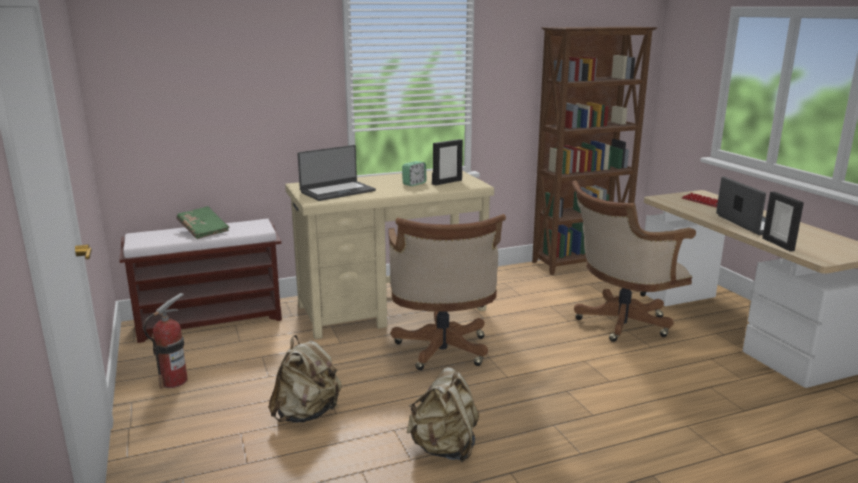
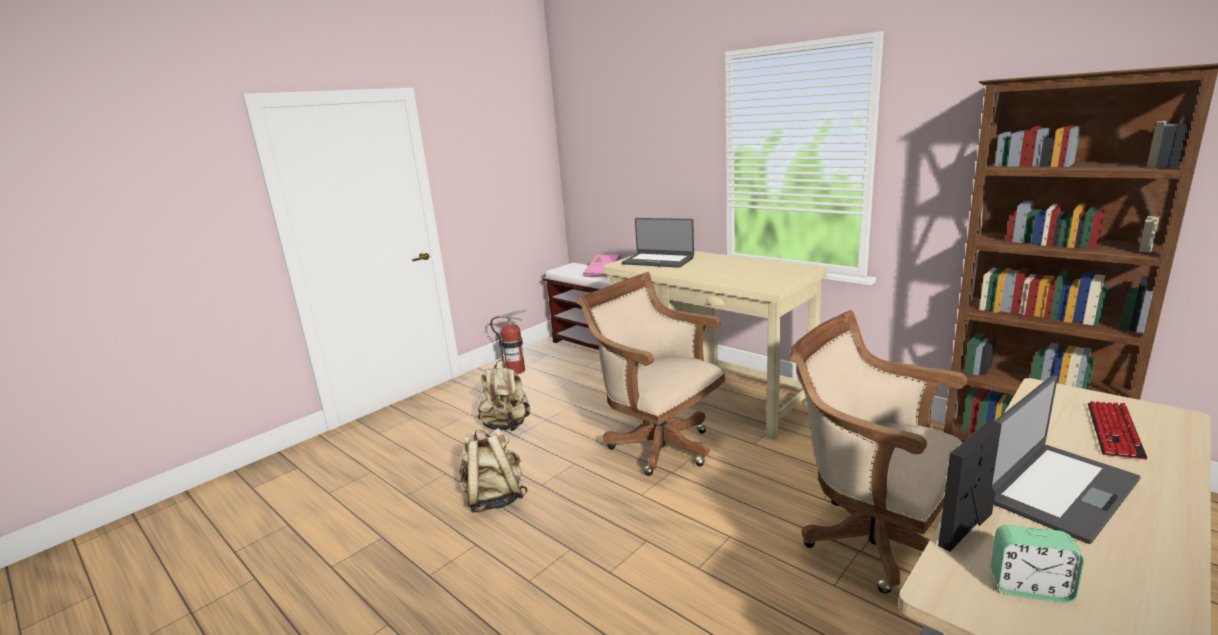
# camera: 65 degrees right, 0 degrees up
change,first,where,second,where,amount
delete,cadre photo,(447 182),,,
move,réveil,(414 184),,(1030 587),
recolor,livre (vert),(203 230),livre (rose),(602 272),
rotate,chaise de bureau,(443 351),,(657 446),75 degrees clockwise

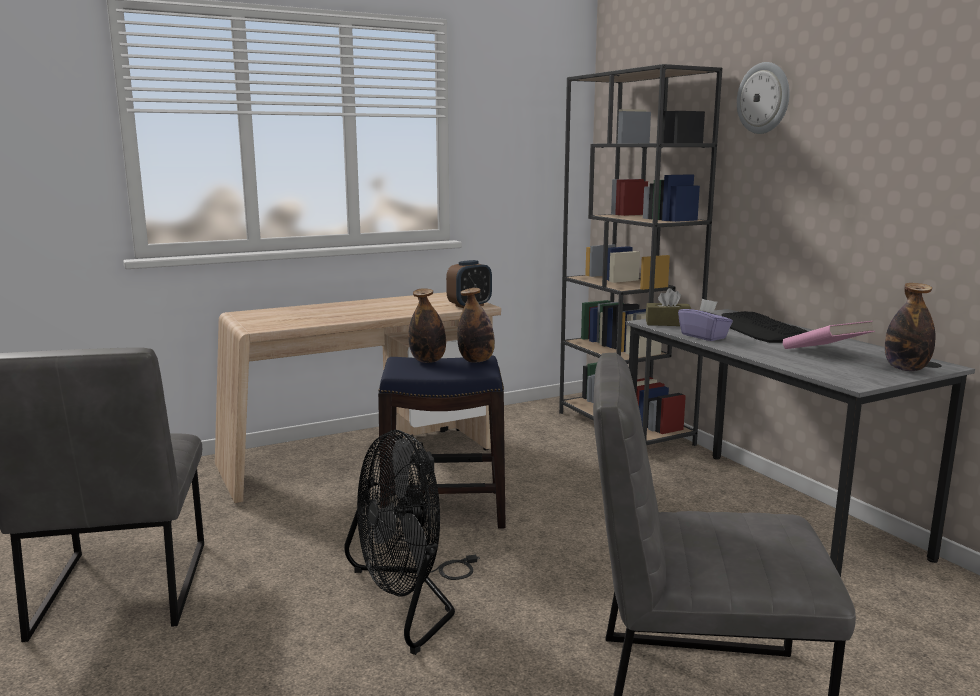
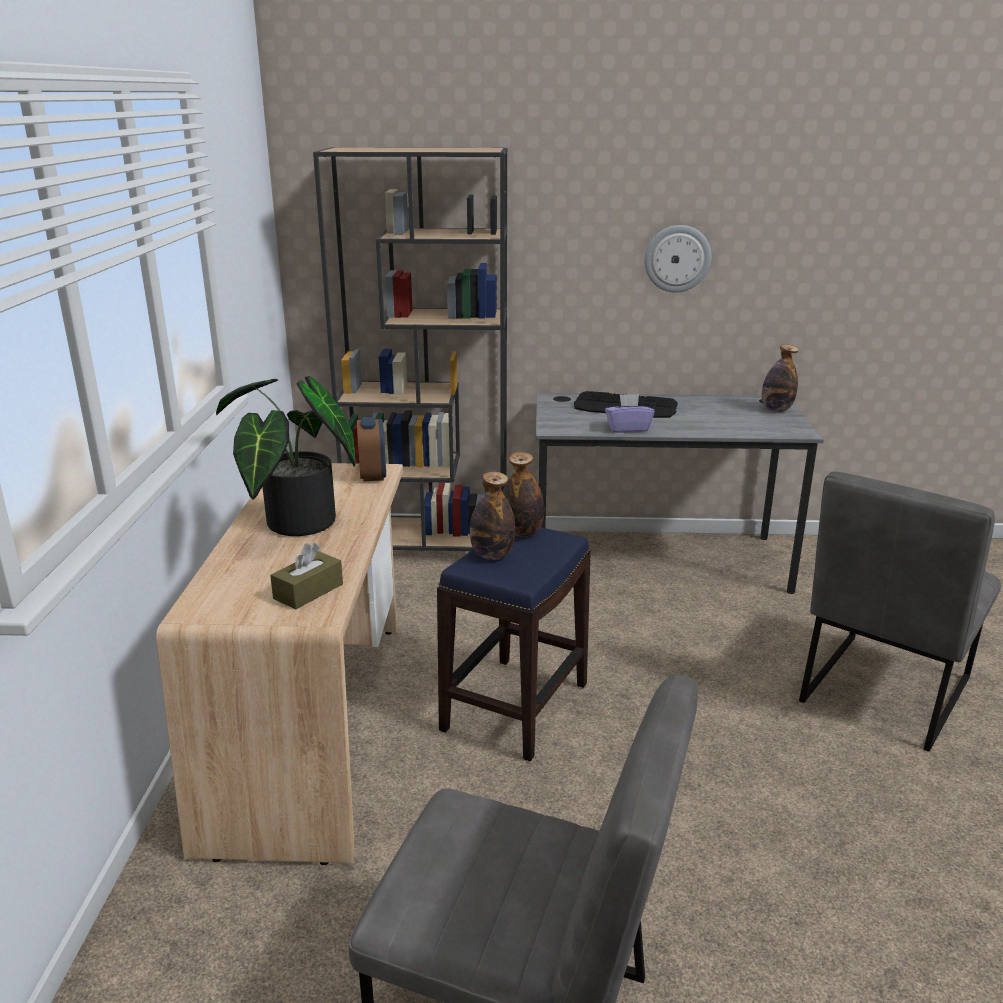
# camera: 60 degrees left, 10 degrees up
change,first,where,second,where,amount
delete,ventilateur (noir),(412 597),,,
delete,livre (rose),(825 353),,,
insert,,,plante en pot,(293 525),
move,boîte à mouchoirs (marron),(667 323),,(308 591),
move,horloge murale,(764 98),,(677 258),

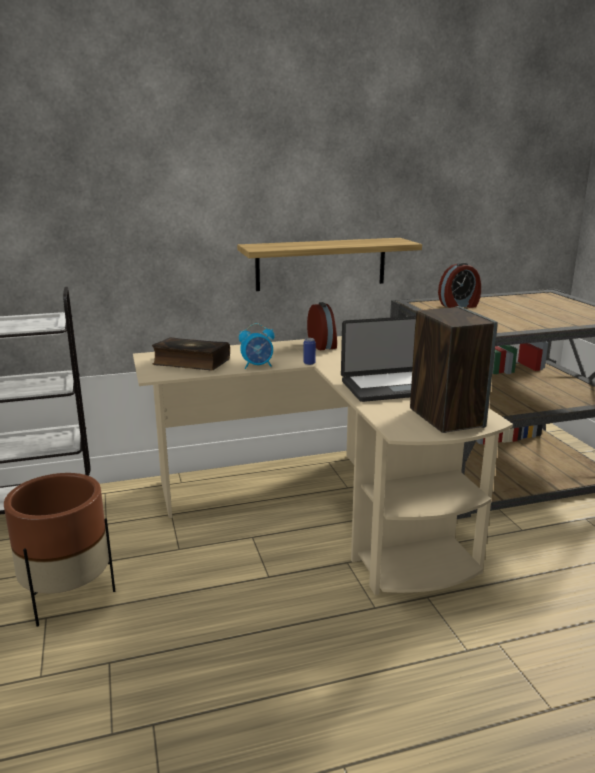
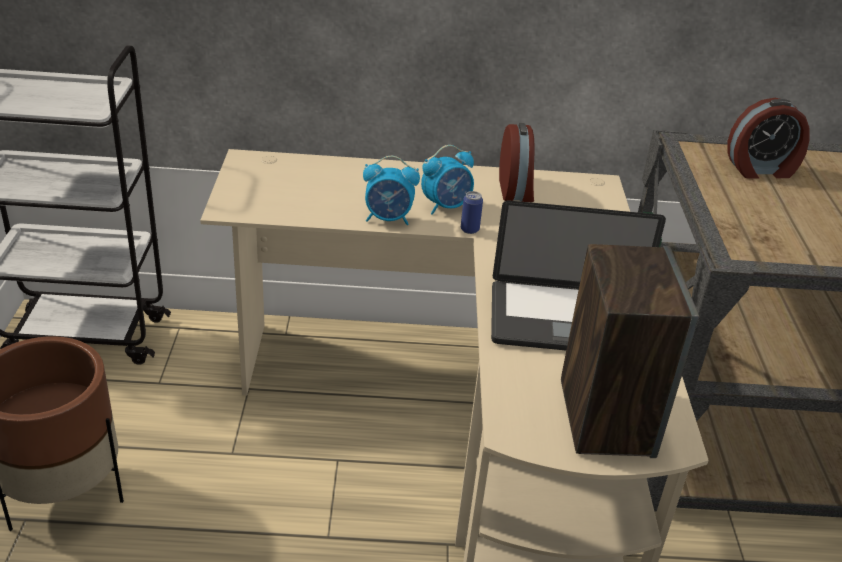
# camera: 15 degrees right, 15 degrees up
change,first,where,second,where,amount
delete,livre,(191 362),,,
delete,étagère,(321 264),,,
insert,,,réveil,(446 206),

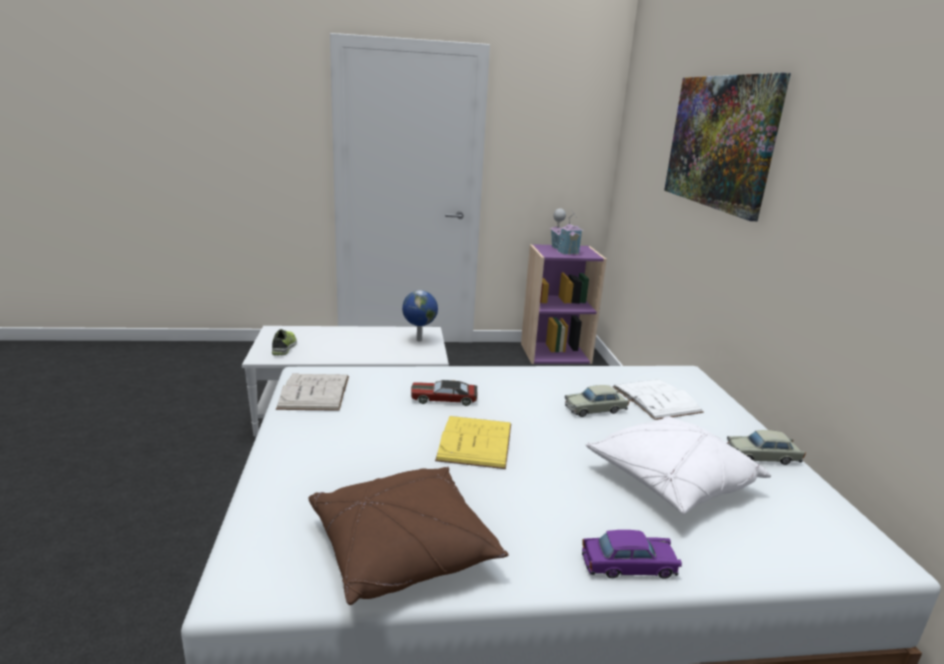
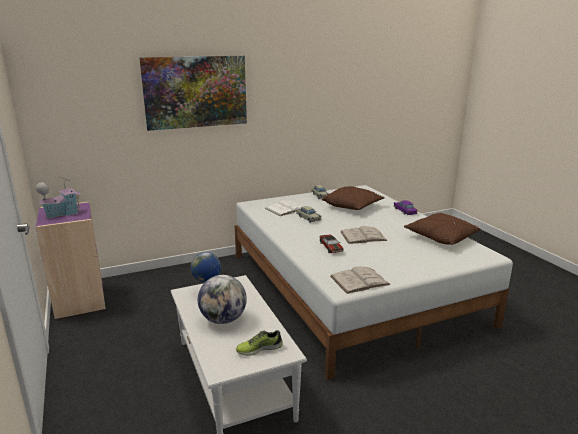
# camera: 105 degrees left, 0 degrees up
change,first,where,second,where,amount
insert,,,globe,(223 319),
recolor,livre (jaune),(475 441),livre (blanc),(363 236),
recolor,coussin (blanc),(670 481),coussin (marron),(352 207),

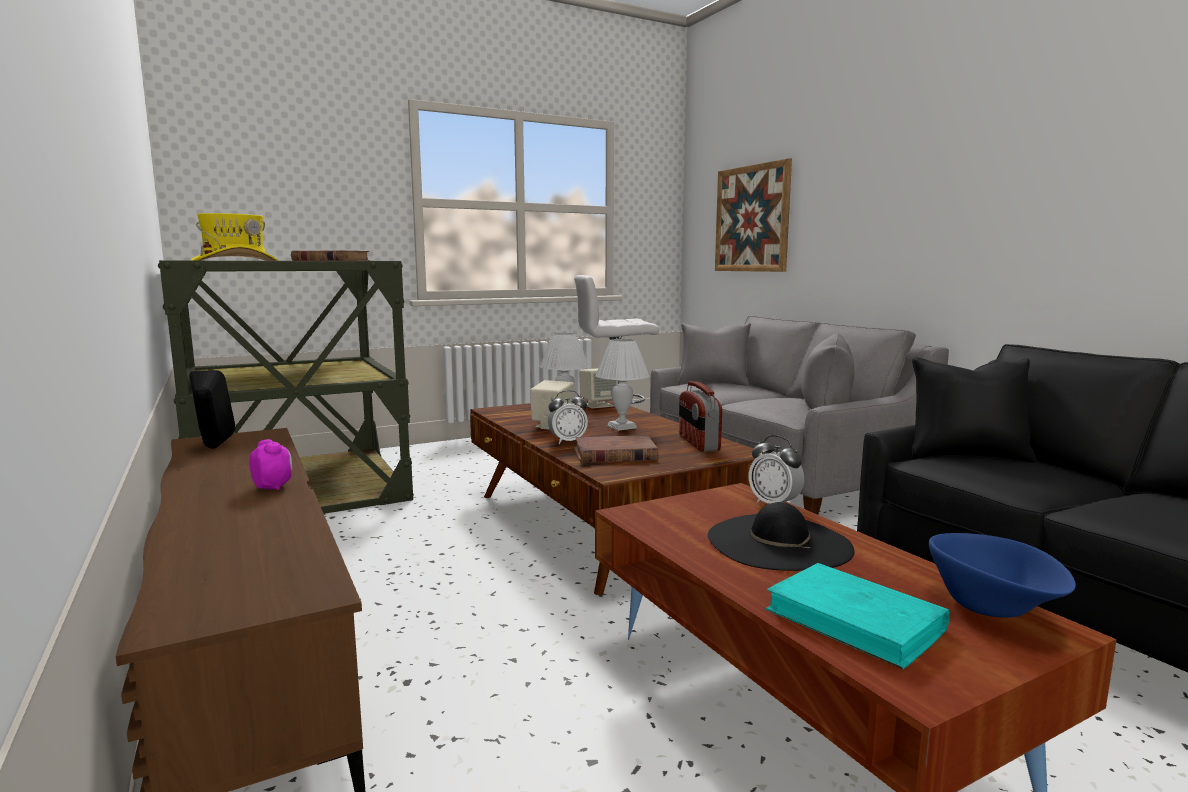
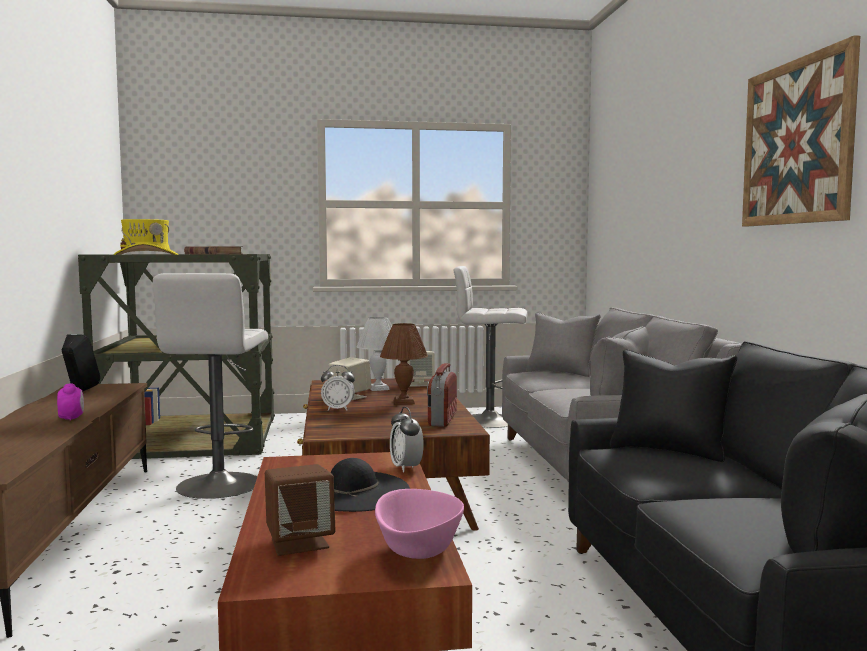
# camera: 20 degrees right, 5 degrees down
change,first,where,second,where,amount
delete,livre (marron),(614 454),,,
insert,,,tabouret (blanc),(217 486),
move,tableau,(751 219),,(796 142),
replace,livre (turquoise),(855 620),enceinte (marron),(299 543),
recolor,lampe de table (blanc),(621 427),lampe de table (marron),(403 402),
recolor,bol (bleu),(995 611),bol (rose),(416 554),

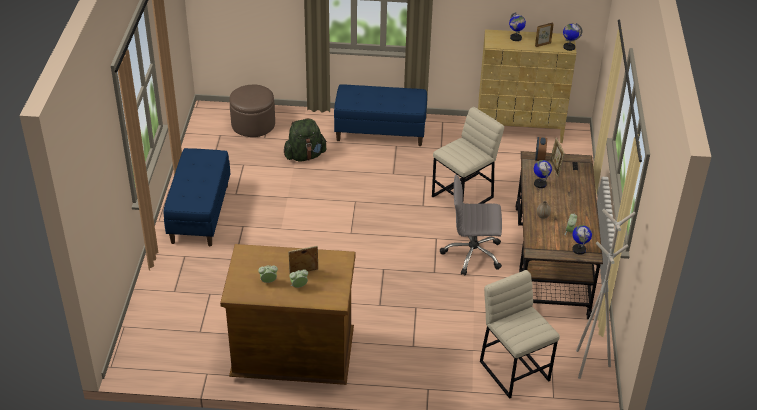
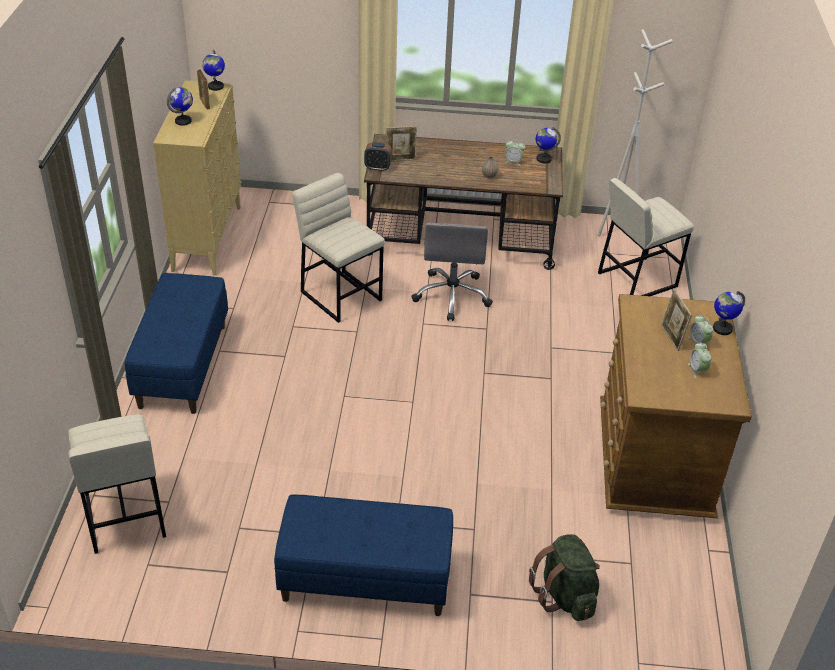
# camera: 90 degrees left, 0 degrees up
change,first,where,second,where,amount
move,sac à dos (vert),(305 156),,(565 595),
move,globe,(540 184),,(722 328),
replace,pouf (marron),(253 124),chaise (beige),(125 518),

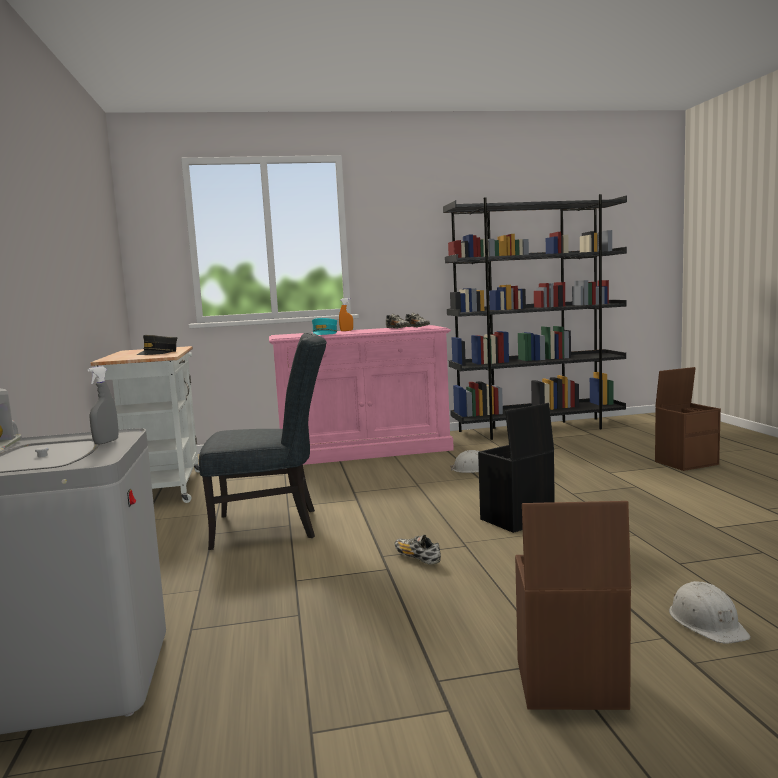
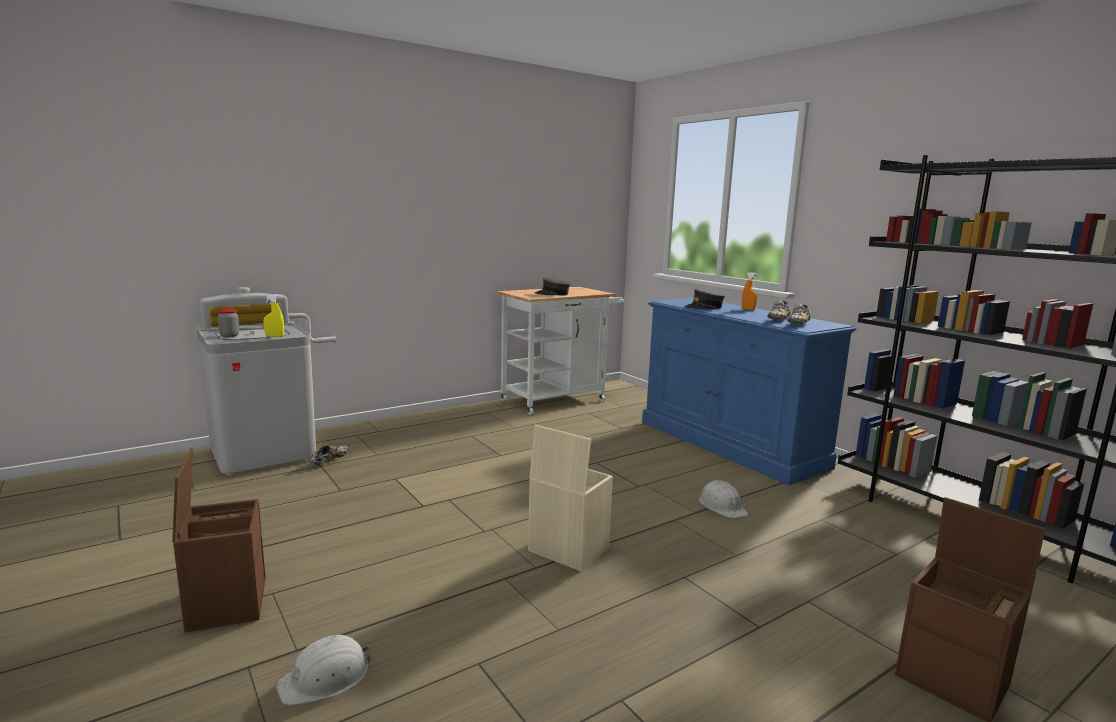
# camera: 65 degrees right, 5 degrees up
change,first,where,second,where,amount
delete,chaise (gris),(273 526),,,
insert,,,bocal,(229 335),
move,chaussure,(416 558),,(330 460),
recolor,vaporisateur (gris),(106 442),vaporisateur (jaune),(274 336),
recolor,meuble de rangement (rose),(365 451),meuble de rangement (bleu),(730 444),
recolor,casquette (turquoise),(324 334),casquette (gris),(704 307),
recolor,boîte de rangement (noir),(517 520),boîte de rangement (beige),(566 549),

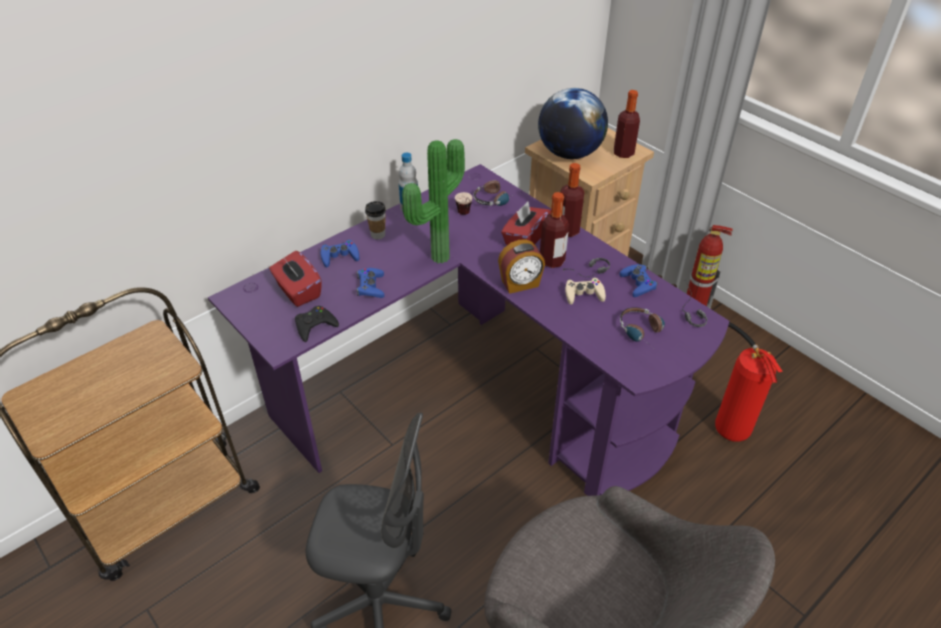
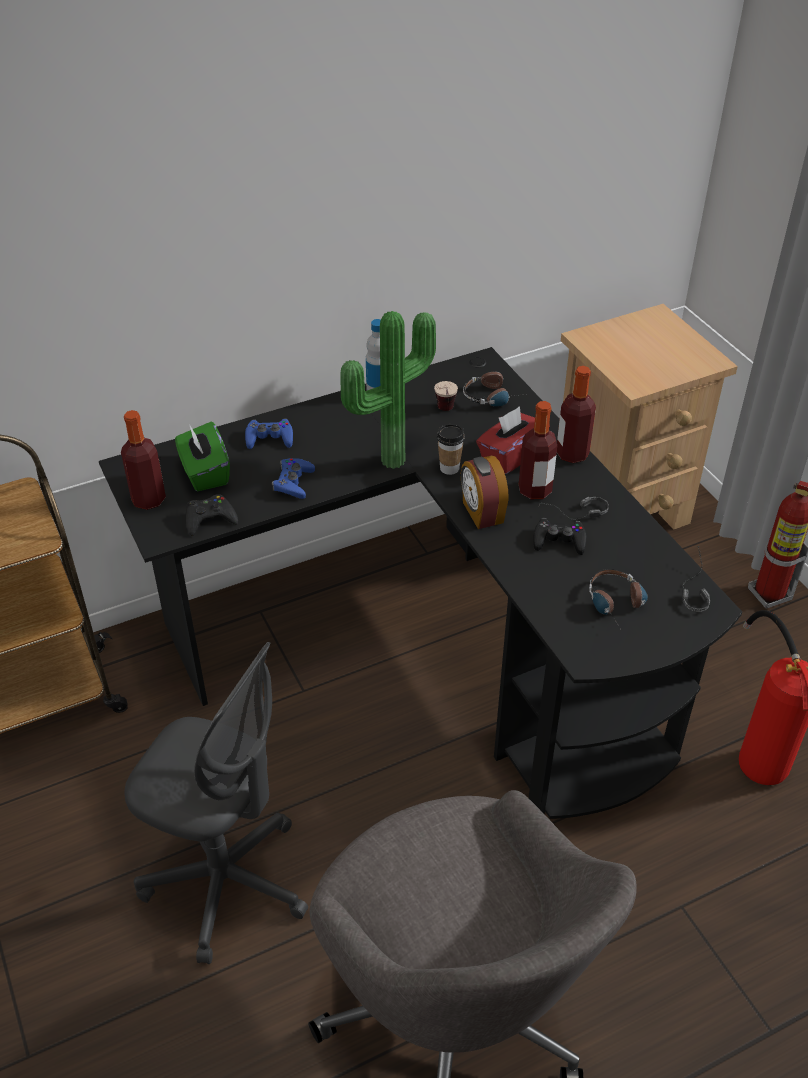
# camera: 15 degrees right, 0 degrees up
change,first,where,second,where,amount
delete,globe,(569 153),,,
delete,manette (bleu),(638 283),,,
move,tasse,(378 235),,(449 468),
move,bouteille,(623 153),,(148 499),
recolor,bureau (violet),(475 392),bureau (noir),(429 646),
recolor,boîte à mouchoirs (rouge),(298 291),boîte à mouchoirs (vert),(204 473),
recolor,manette (beige),(583 294),manette (noir),(559 541),
rotate,réveil,(520 284),,(481 513),75 degrees clockwise

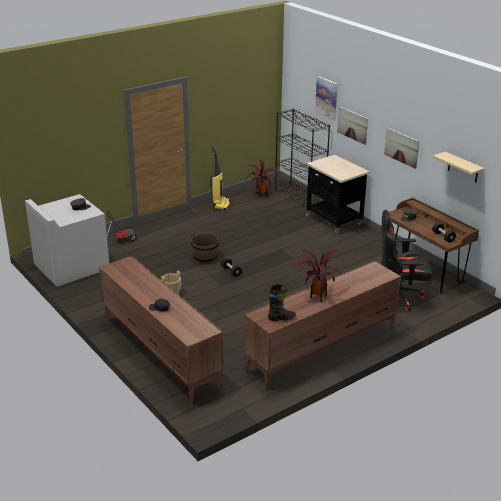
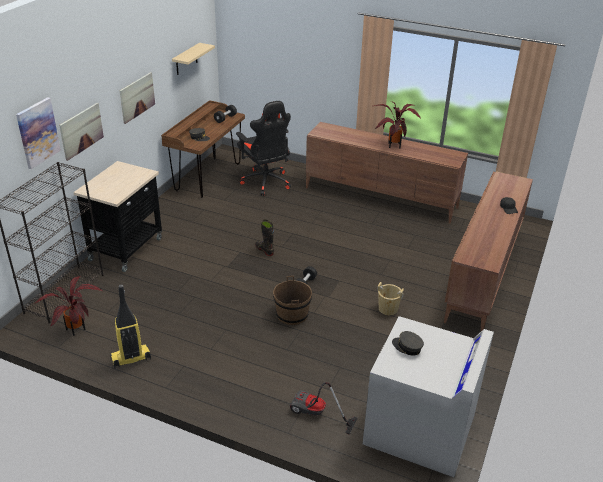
# camera: 120 degrees left, 5 degrees up
change,first,where,second,where,amount
move,botte (noir),(282 318),,(264 250),

